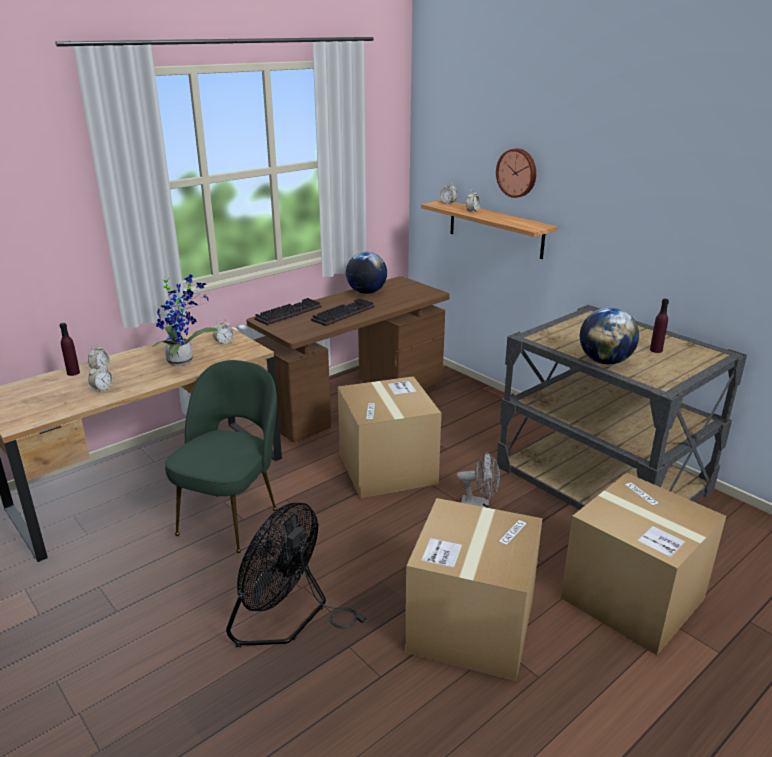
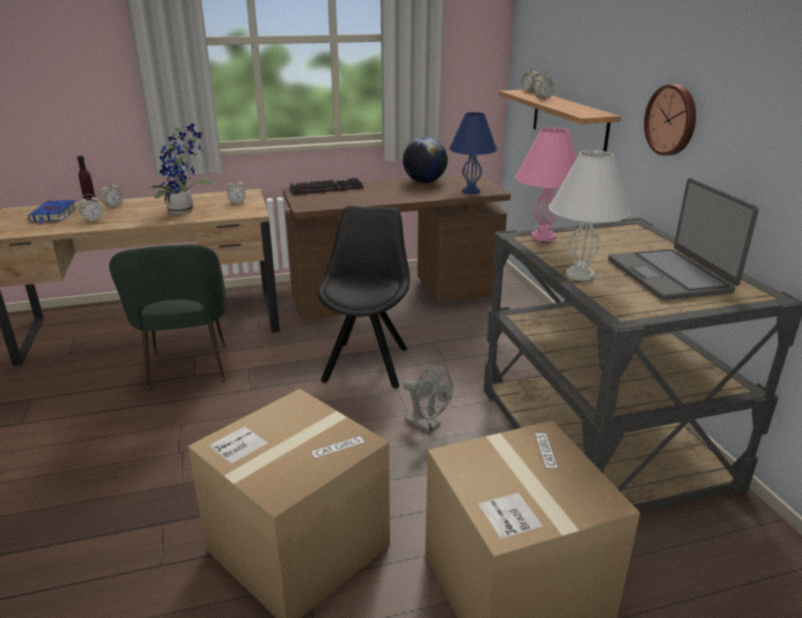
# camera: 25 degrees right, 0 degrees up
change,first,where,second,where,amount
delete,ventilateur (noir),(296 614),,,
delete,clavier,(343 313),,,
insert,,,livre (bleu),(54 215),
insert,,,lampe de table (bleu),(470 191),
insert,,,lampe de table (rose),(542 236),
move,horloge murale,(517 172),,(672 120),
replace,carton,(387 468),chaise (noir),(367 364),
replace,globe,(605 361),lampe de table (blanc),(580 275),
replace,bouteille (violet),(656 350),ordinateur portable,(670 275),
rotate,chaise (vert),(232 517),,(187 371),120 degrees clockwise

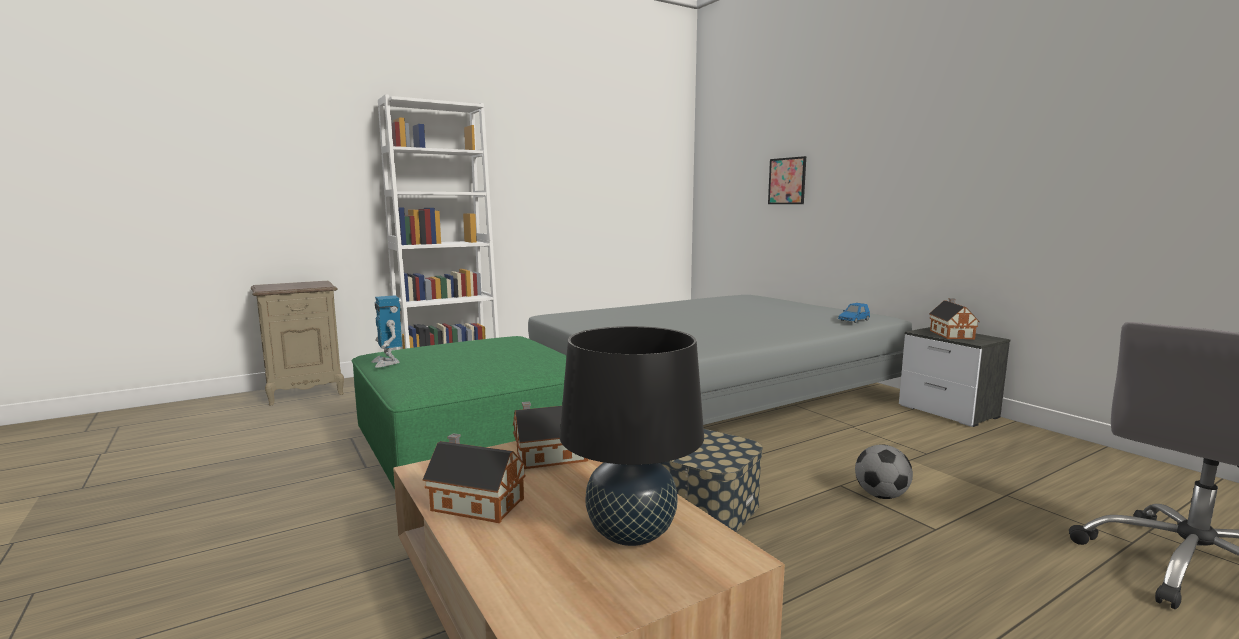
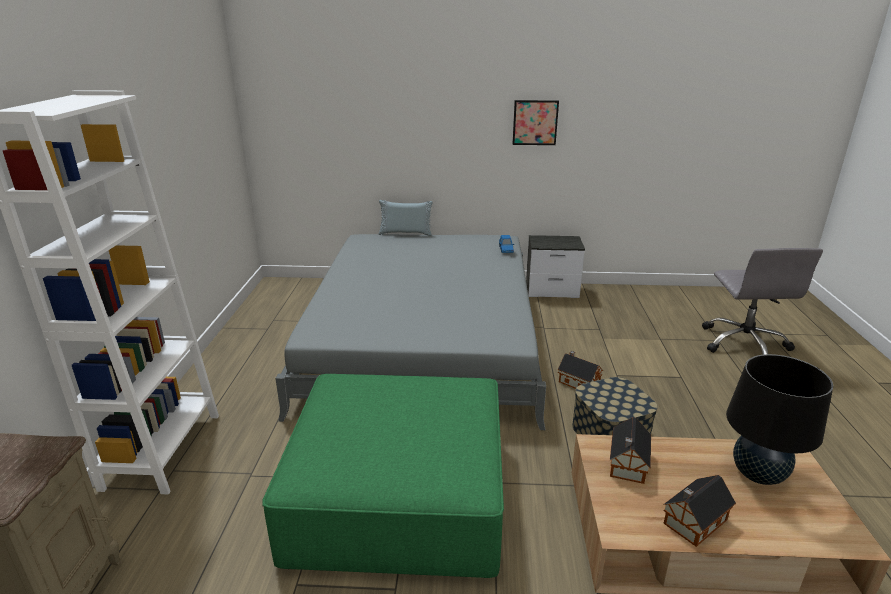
# camera: 55 degrees left, 15 degrees up
change,first,where,second,where,amount
delete,robot jouet,(388 363),,,
delete,ballon de foot,(881 496),,,
insert,,,coussin (bleu),(405 233),
move,tableau,(787 181),,(535 122),
move,maison miniature,(951 334),,(577 382),

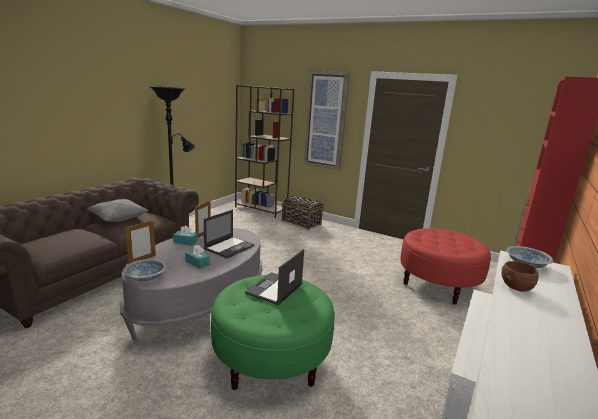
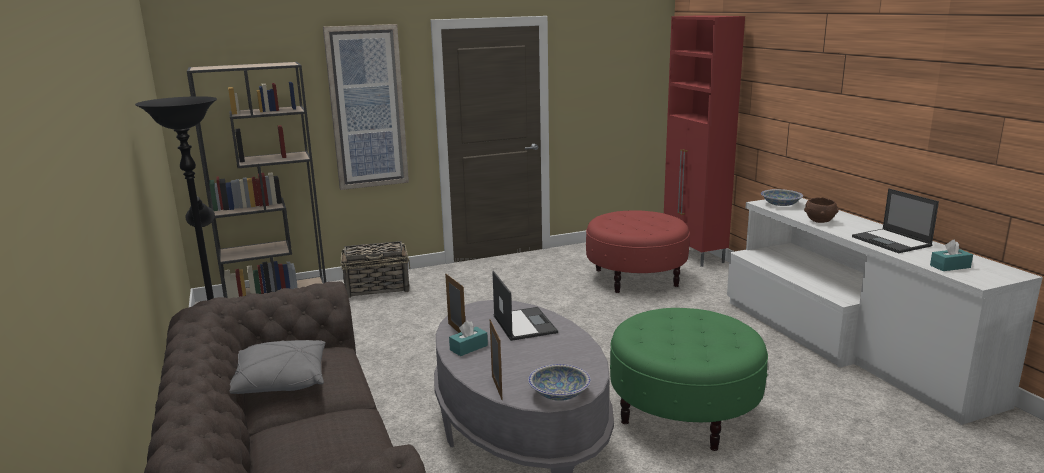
# camera: 50 degrees left, 0 degrees up
change,first,where,second,where,amount
move,boîte à mouchoirs (turquoise),(197 263),,(950 266),
move,ordinateur portable,(274 289),,(892 241),

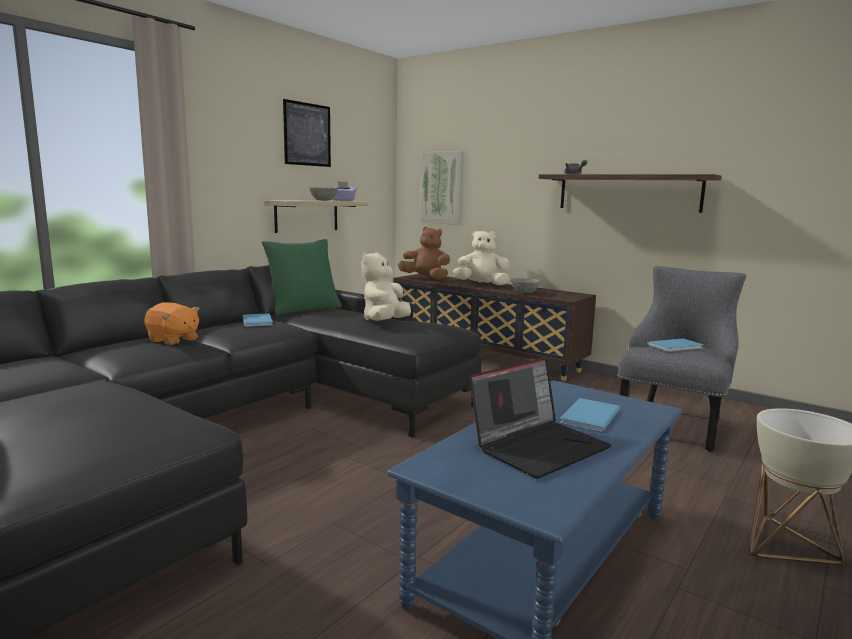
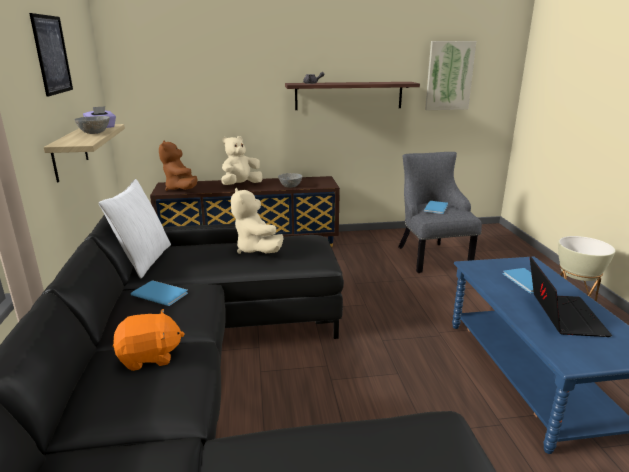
# camera: 45 degrees left, 10 degrees up
change,first,where,second,where,amount
move,tableau,(442 188),,(449 76),
recolor,coussin (vert),(303 309),coussin (blanc),(144 260),
rotate,peluche (marron),(426 278),,(181 189),90 degrees counterclockwise

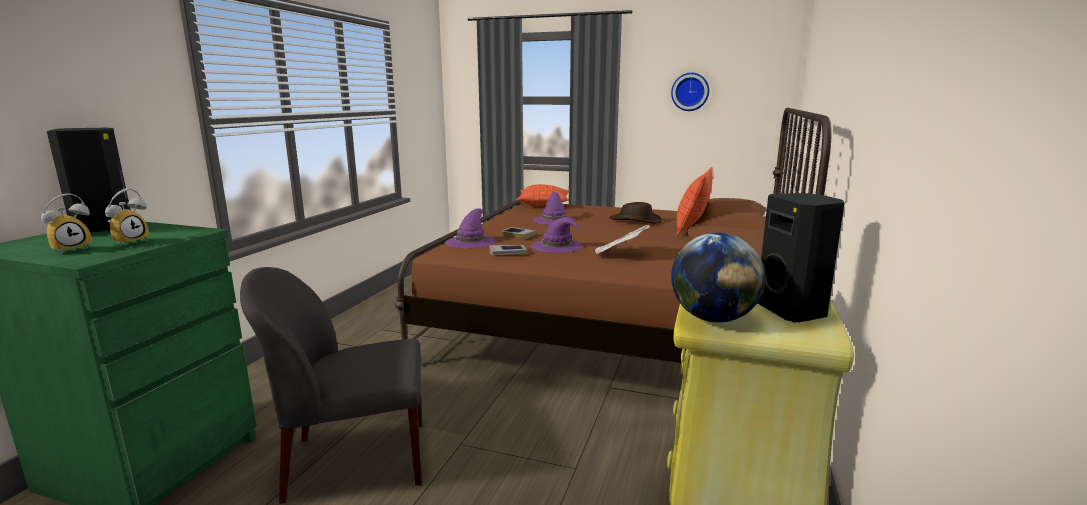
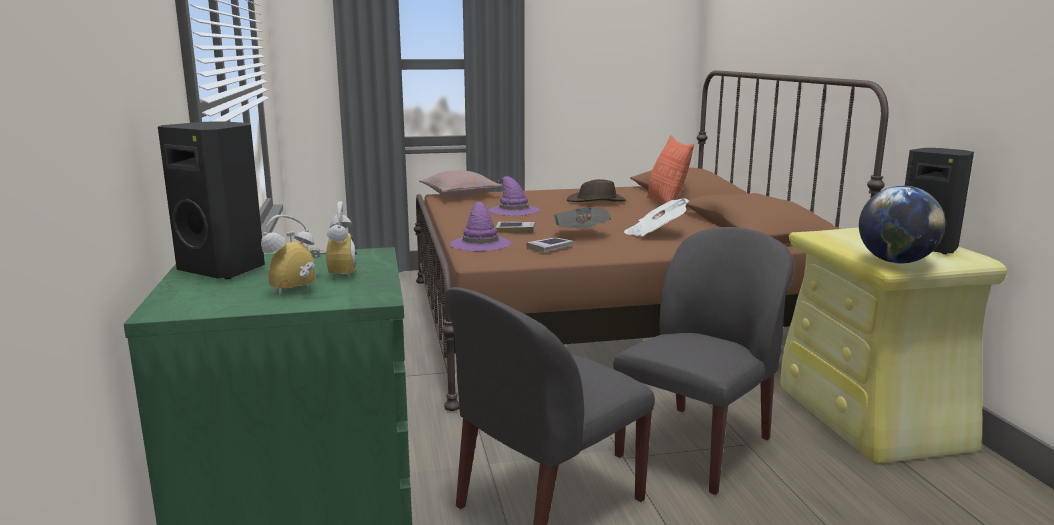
# camera: 30 degrees left, 0 degrees up
change,first,where,second,where,amount
delete,horloge murale,(690 92),,,
insert,,,chaise (gris),(697 446),
replace,chapeau (violet),(557 246),journal,(581 235),
recolor,coussin (orange),(543 204),coussin (gris),(460 195),
rotate,réveil,(72 249),,(295 292),135 degrees counterclockwise

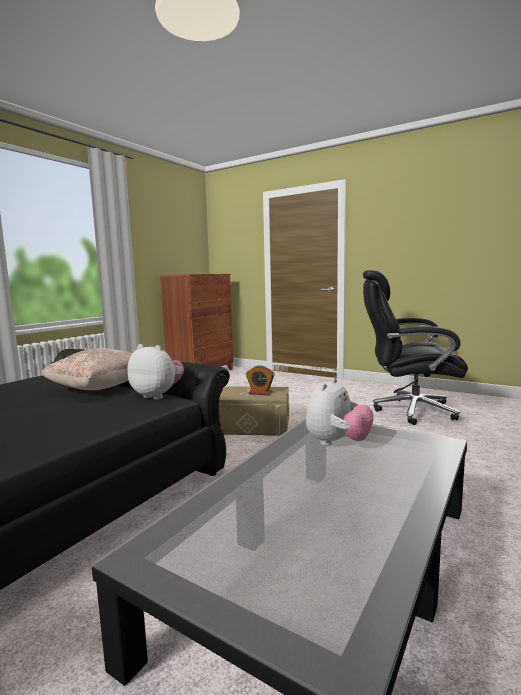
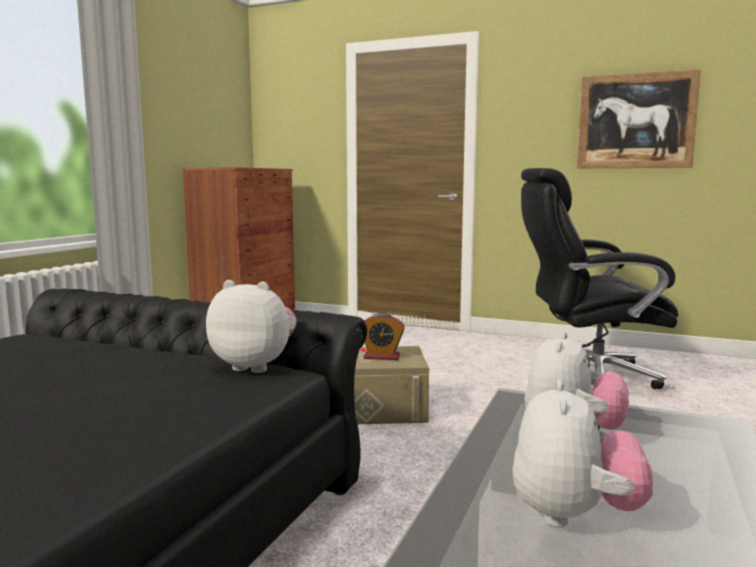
# camera: 10 degrees left, 0 degrees up
change,first,where,second,where,amount
delete,coussin (beige),(99 388),,,
insert,,,peluche,(574 516),
insert,,,tableau,(635 121),

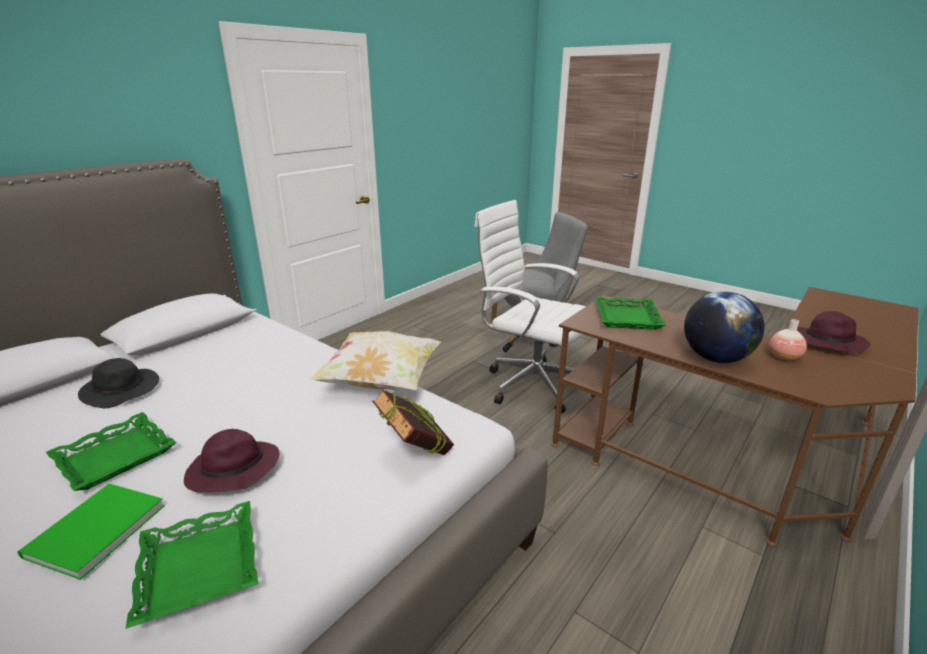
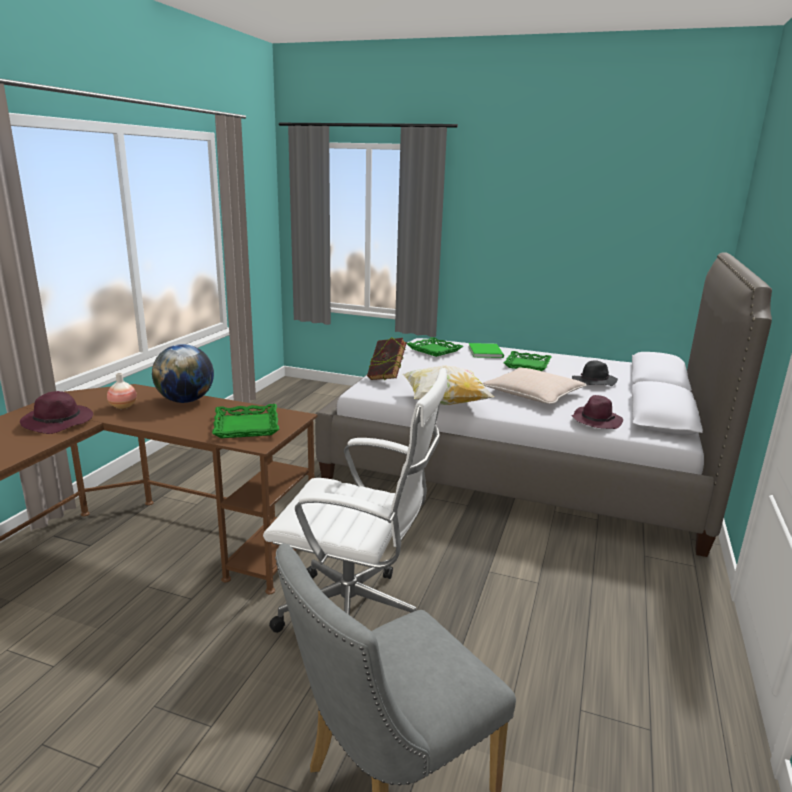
# camera: 160 degrees right, 5 degrees down
change,first,where,second,where,amount
insert,,,coussin (beige),(533 393),
move,chapeau (violet),(232 471),,(596 421),

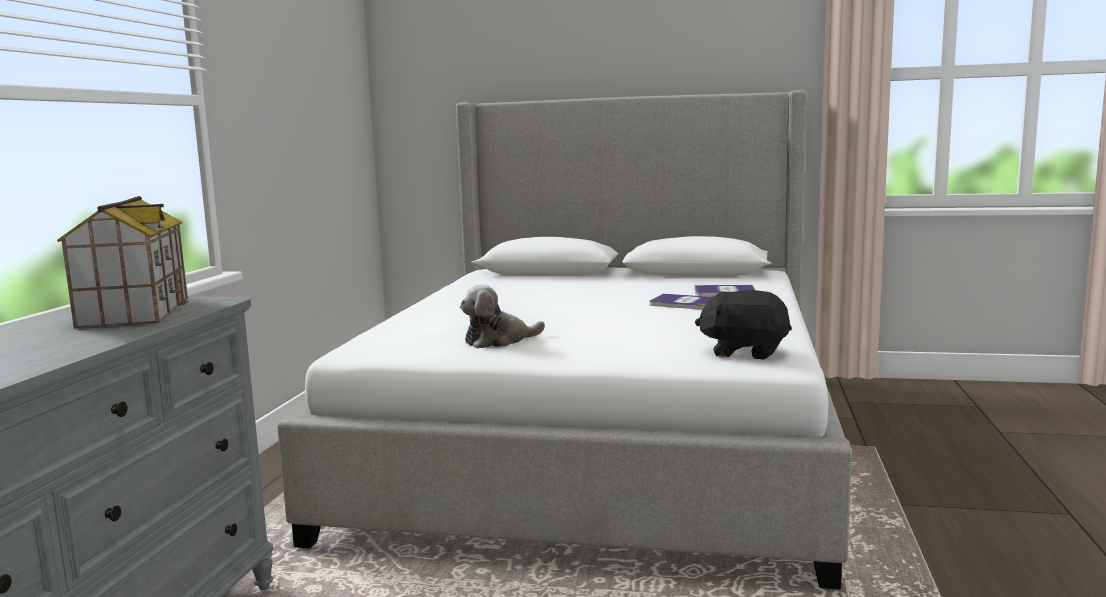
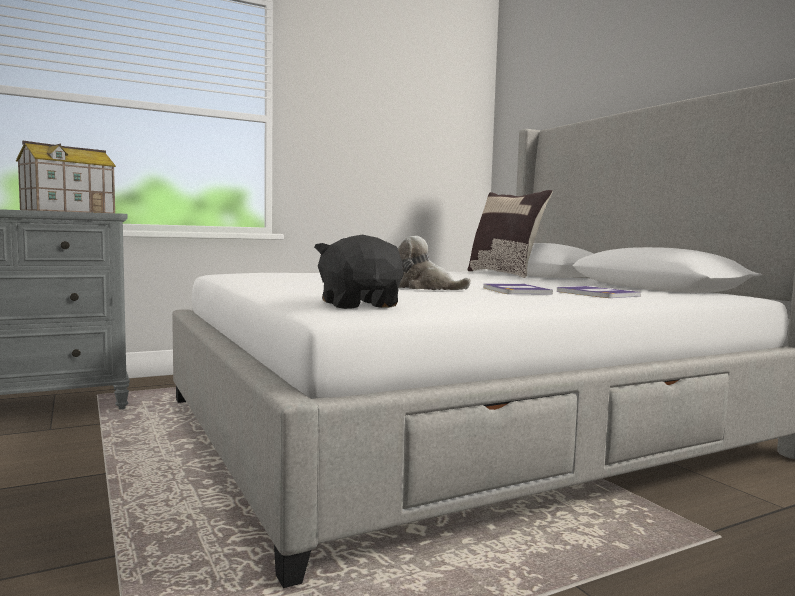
# camera: 50 degrees right, 5 degrees down
change,first,where,second,where,amount
insert,,,coussin,(504 274),
move,peluche,(499 341),,(426 288),

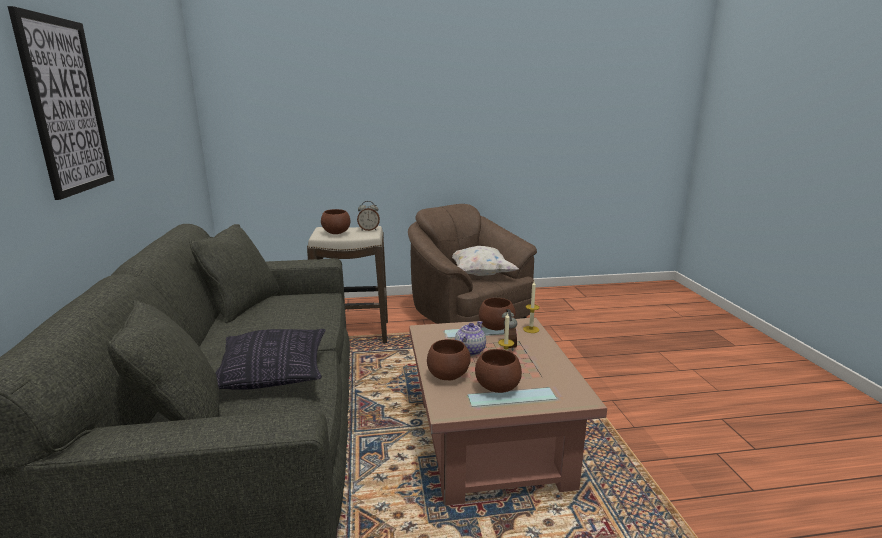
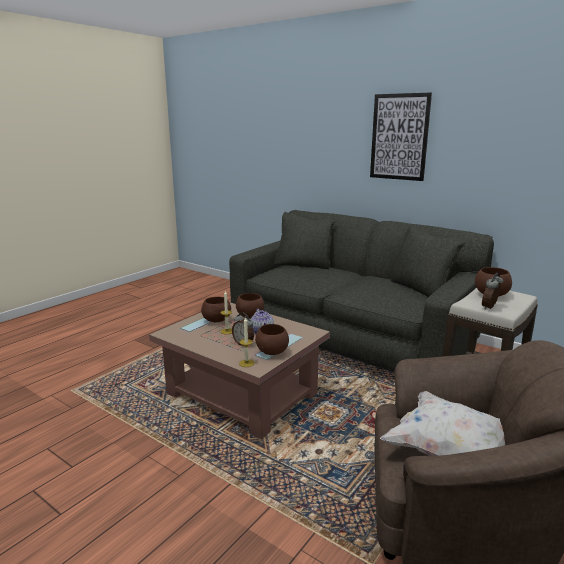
# camera: 135 degrees right, 0 degrees up
change,first,where,second,where,amount
delete,coussin,(272 374),,,

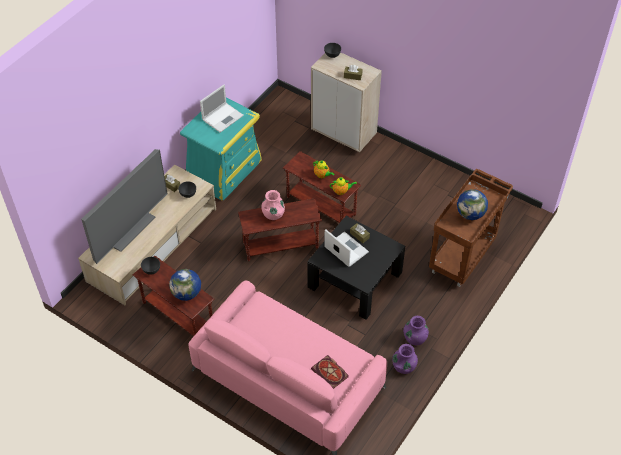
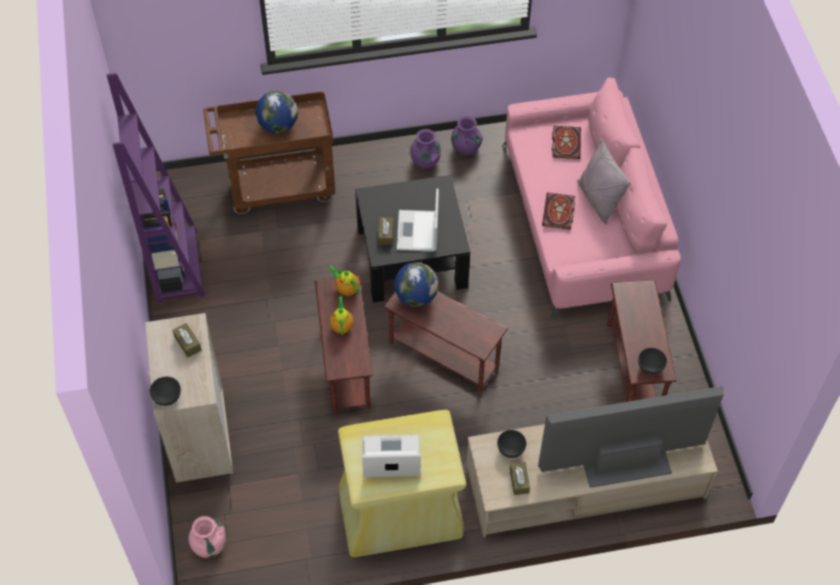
# camera: 135 degrees left, 5 degrees up
change,first,where,second,where,amount
insert,,,bibliothèque (violet),(176 266),
insert,,,livre,(559 213),
insert,,,coussin (violet),(598 200),
move,globe,(186 293),,(416 297),
move,vase (rose),(273 214),,(209 545),
recolor,table de chevet (turquoise),(225 171),table de chevet (jaune),(399 512),

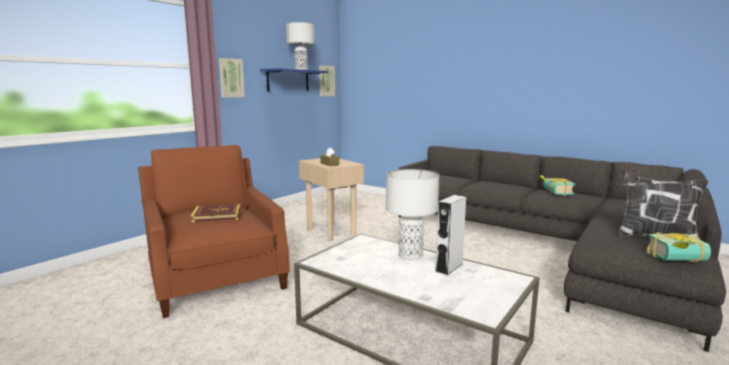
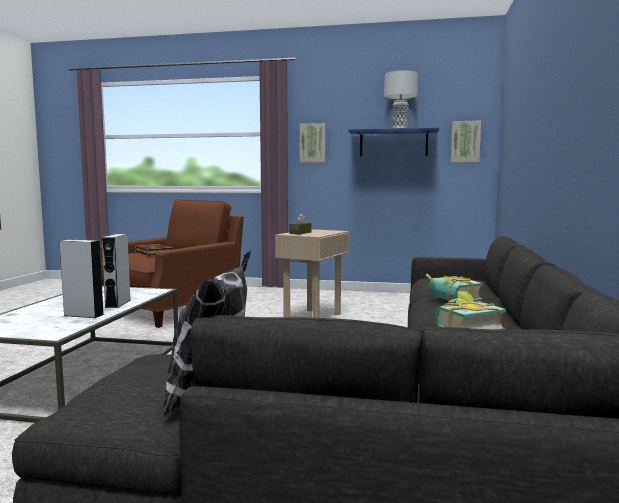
# camera: 65 degrees right, 5 degrees down
change,first,where,second,where,amount
move,livre,(679 260),,(450 301),
replace,lampe de table (blanc),(410 254),enceinte (gris),(118 303),

